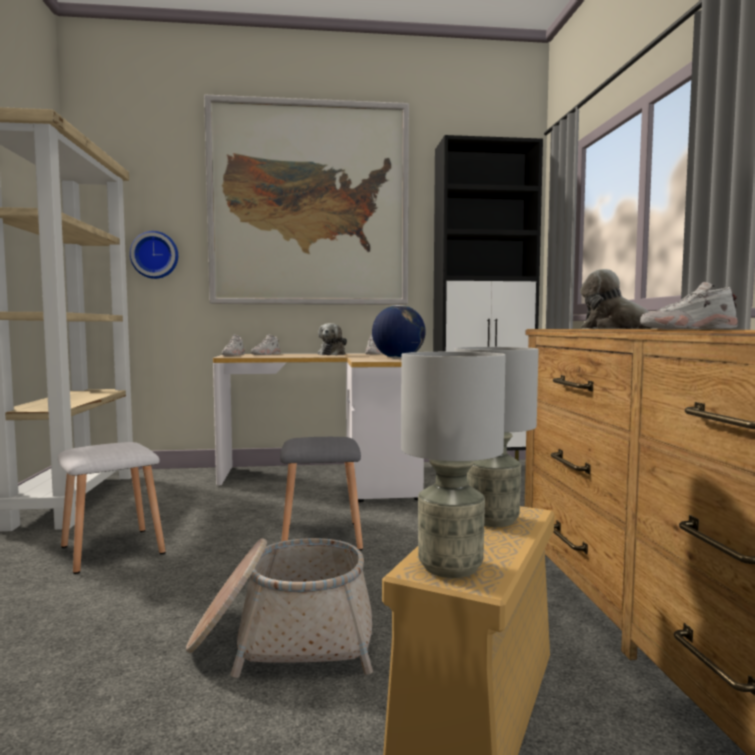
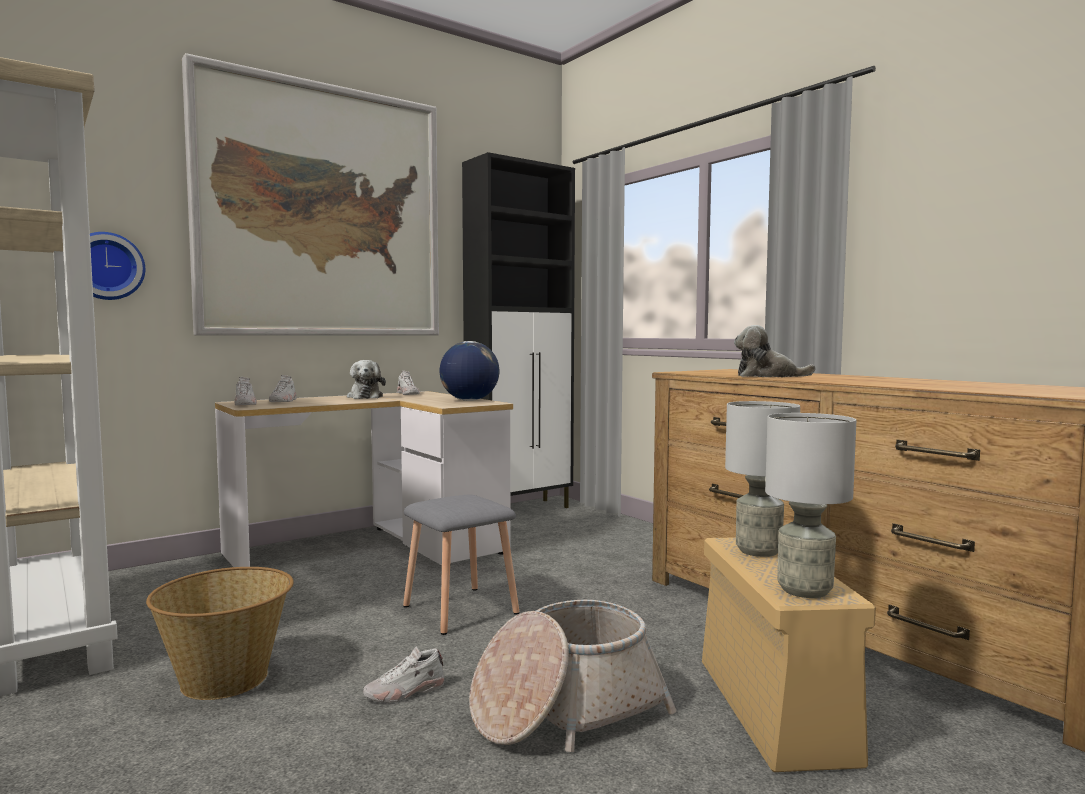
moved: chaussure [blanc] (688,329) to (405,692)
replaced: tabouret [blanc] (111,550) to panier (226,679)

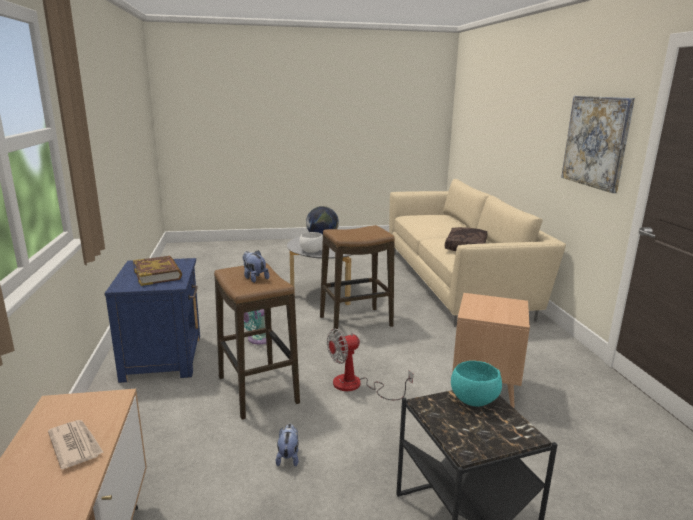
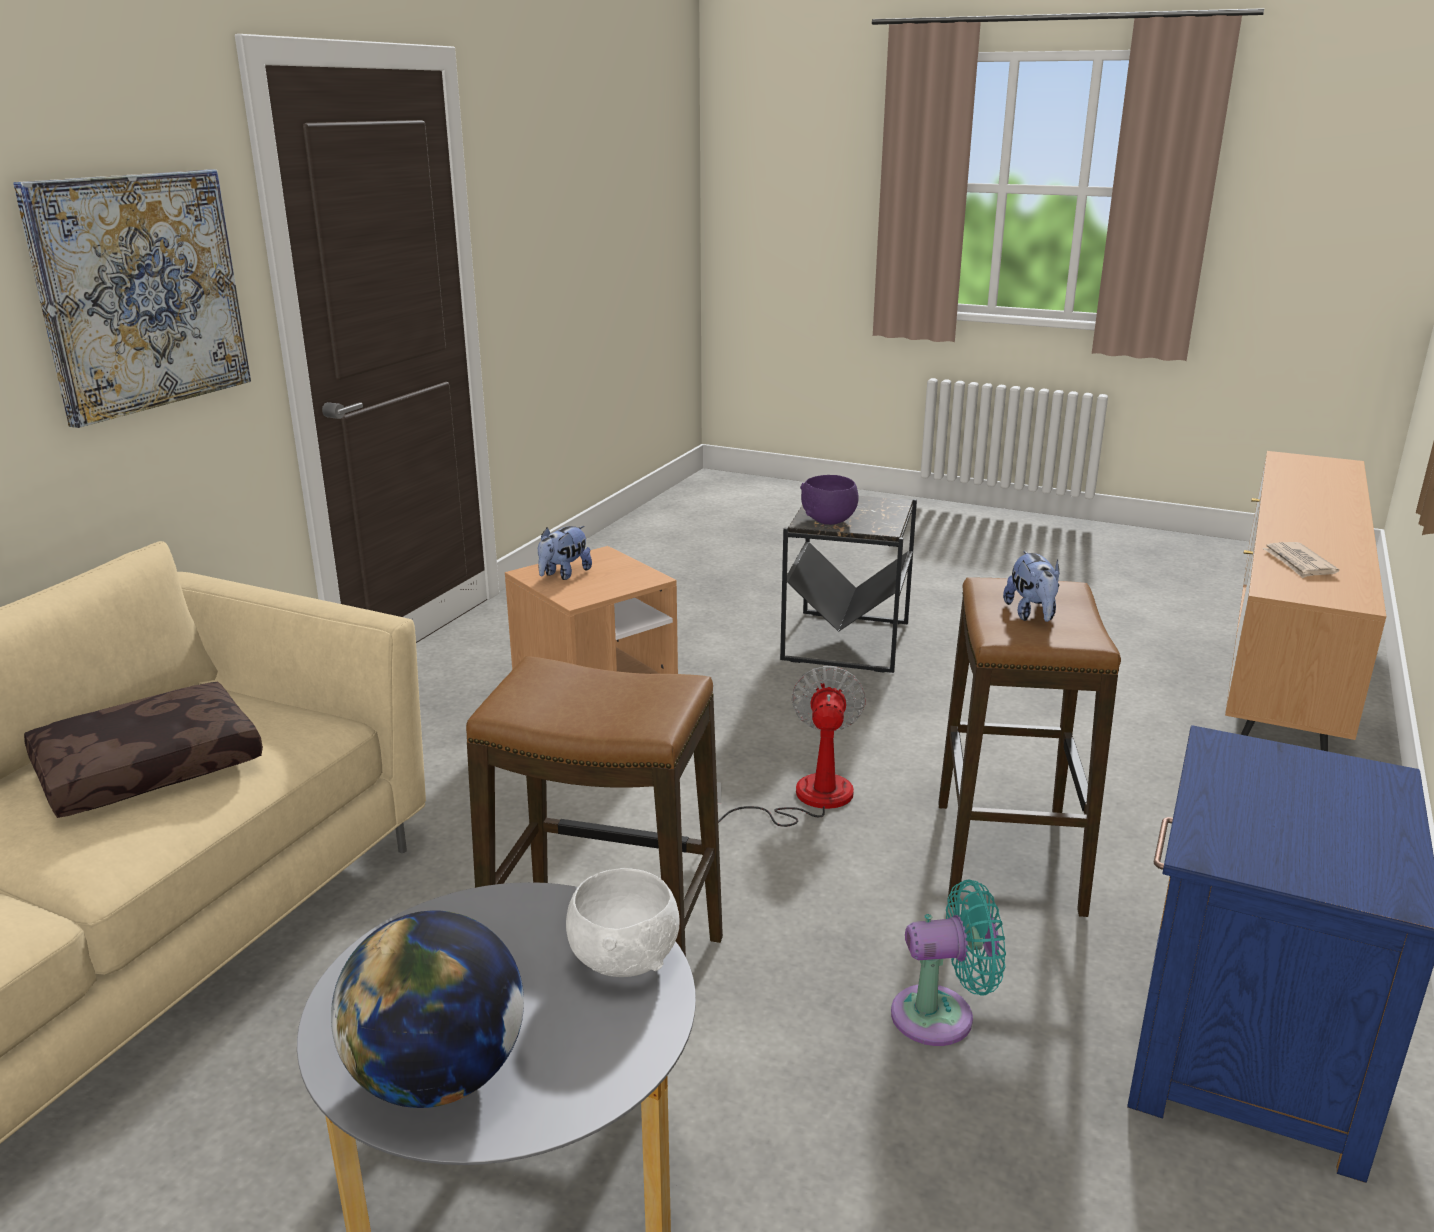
removed: livre (158,274)
moved: peluche (288,457) to (564,574)
recoloured: bol [turquoise] (473,400) to bol [violet] (829,520)
turned: ventilateur (356,386) = (805,799) 90 degrees counterclockwise

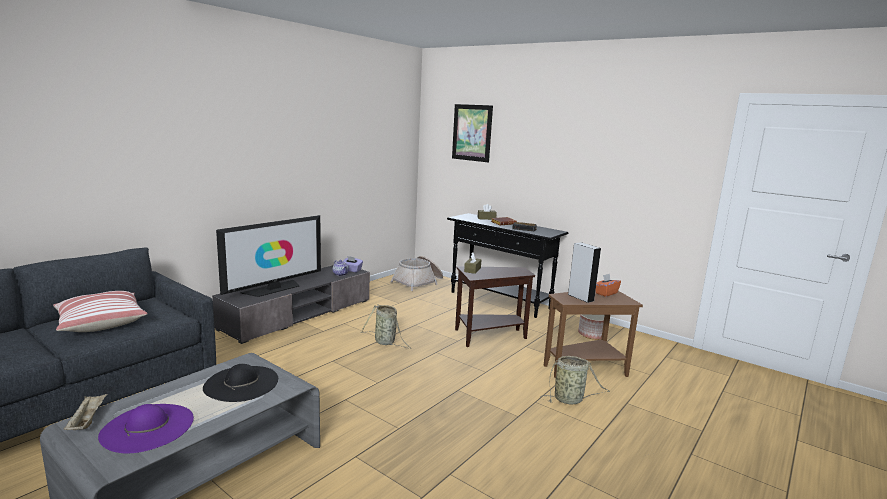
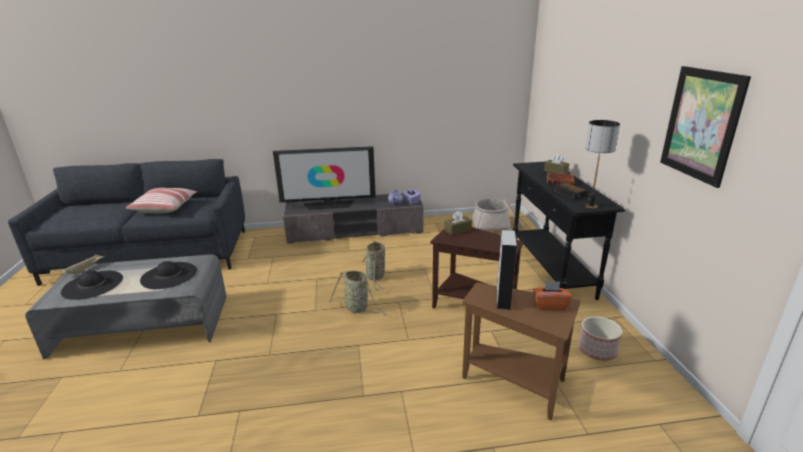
added: lampe de table (590,206)
moved: tableau (472,132) to (701,124); panier (570,399) to (358,309)
recoloured: chapeau [violet] (147,427) to chapeau [noir] (93,285)

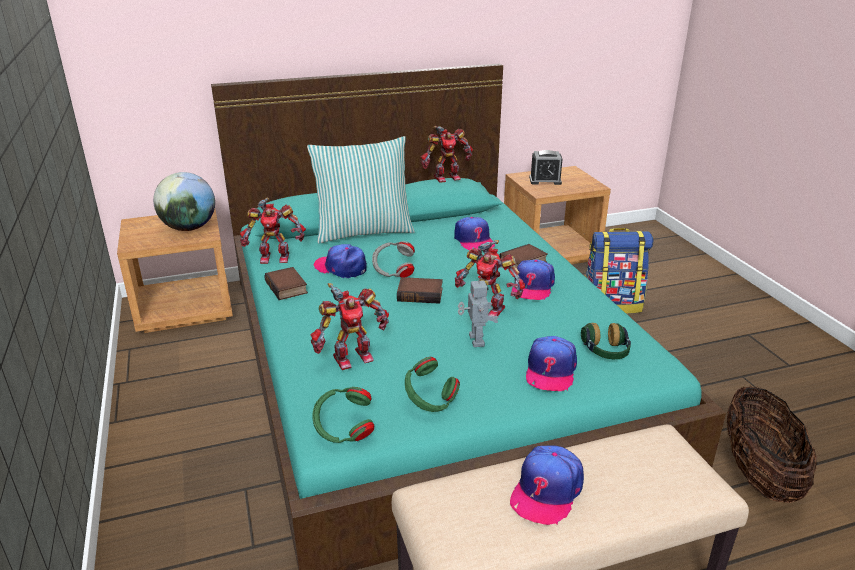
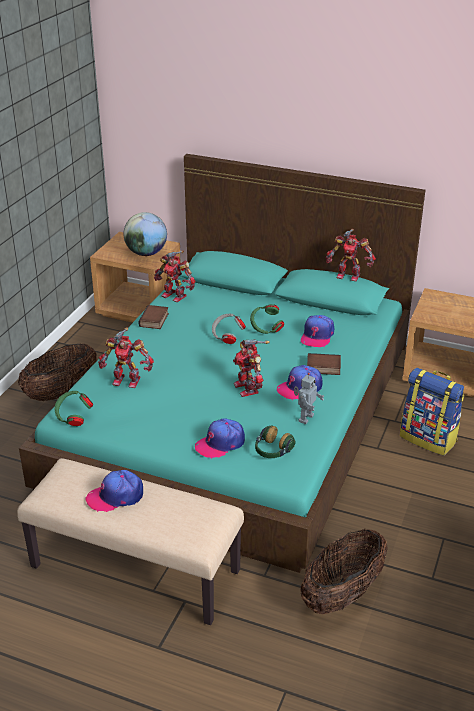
removed: coussin (363,231); casquette (341,267); livre (421,294); réveil (545,180)
added: panier (61,392)
moved: casque audio [vert] (430,402) to (266,329); robot jouet (475,340) to (305,418)

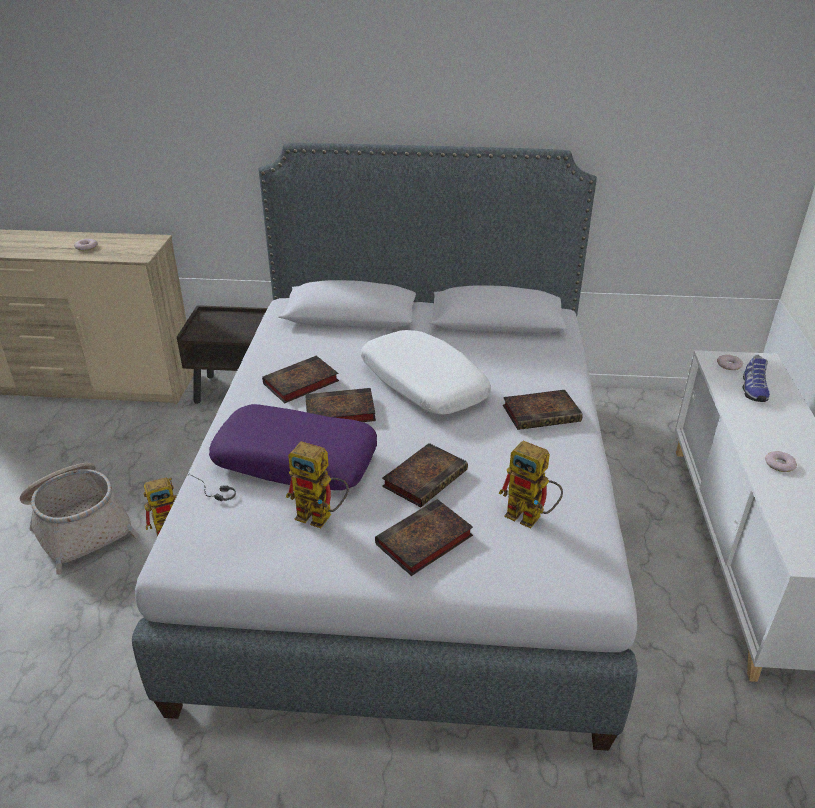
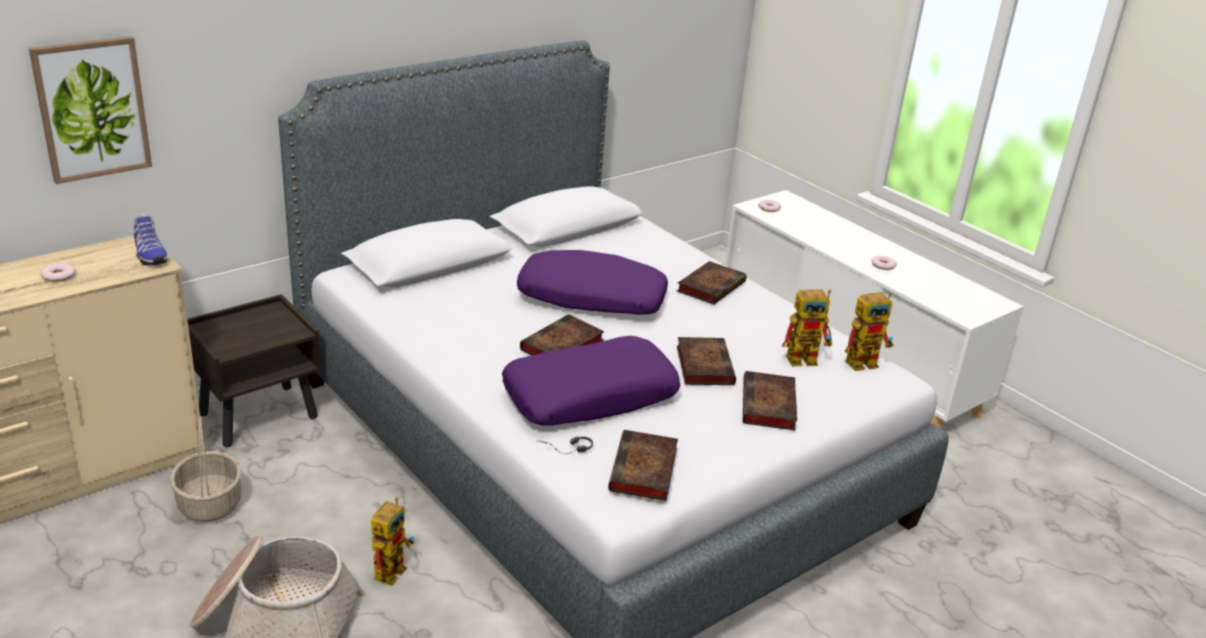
added: tableau (92,109); panier (209,503)
moved: livre (300,384) to (644,471); robot jouet (321,517) to (866,361); chaussure (752,389) to (149,255)
recoloured: coussin [blanc] (422,384) to coussin [violet] (591,299)

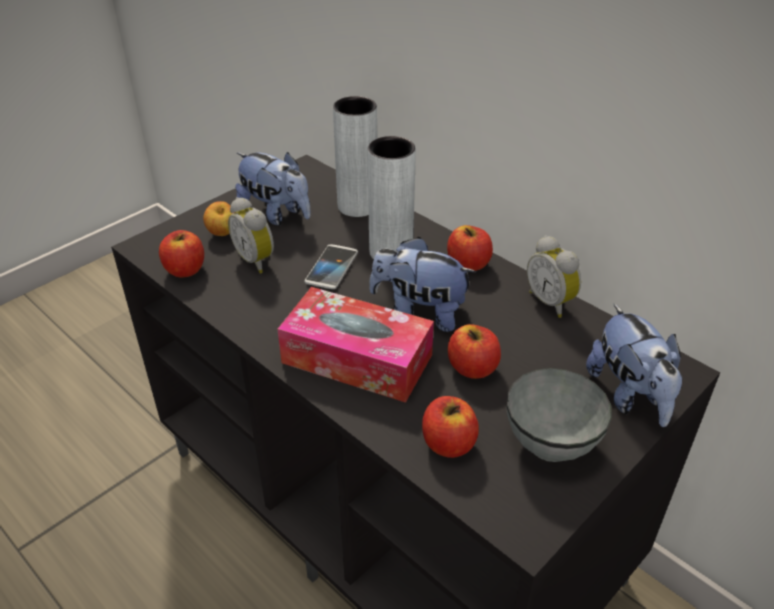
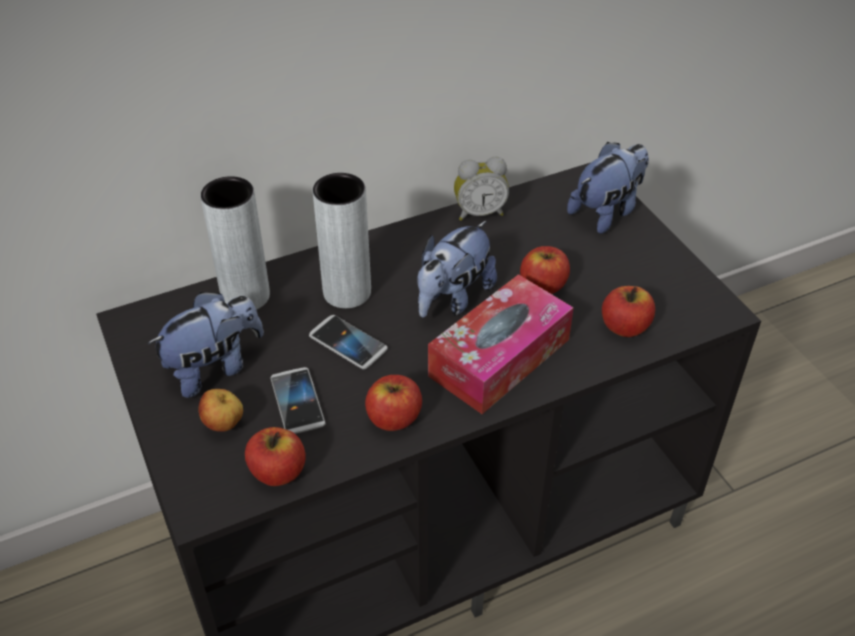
removed: bol [gris] (549,443)
moved: pomme (468,264) to (394,418)
replaced: réveil (257,260) to téléphone (297,402)
turned: peluche (629,395) = (607,211) 45 degrees counterclockwise

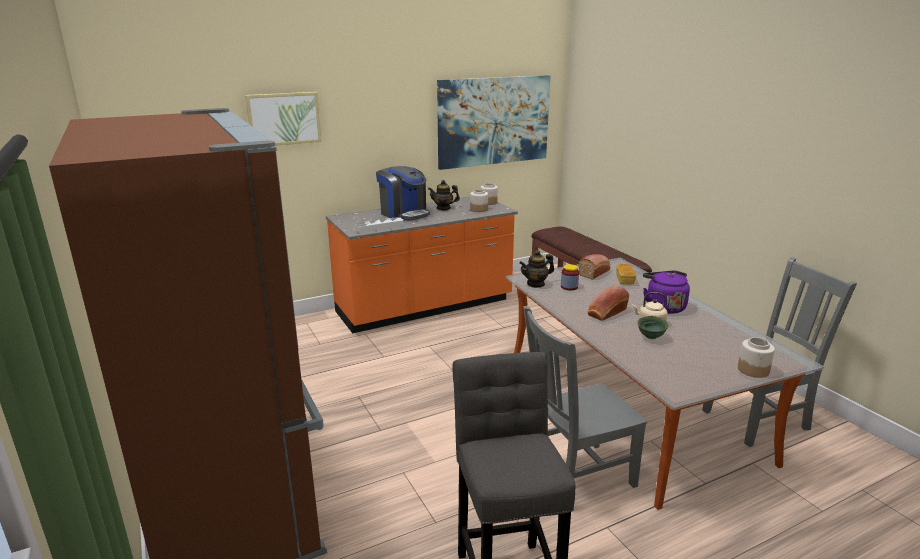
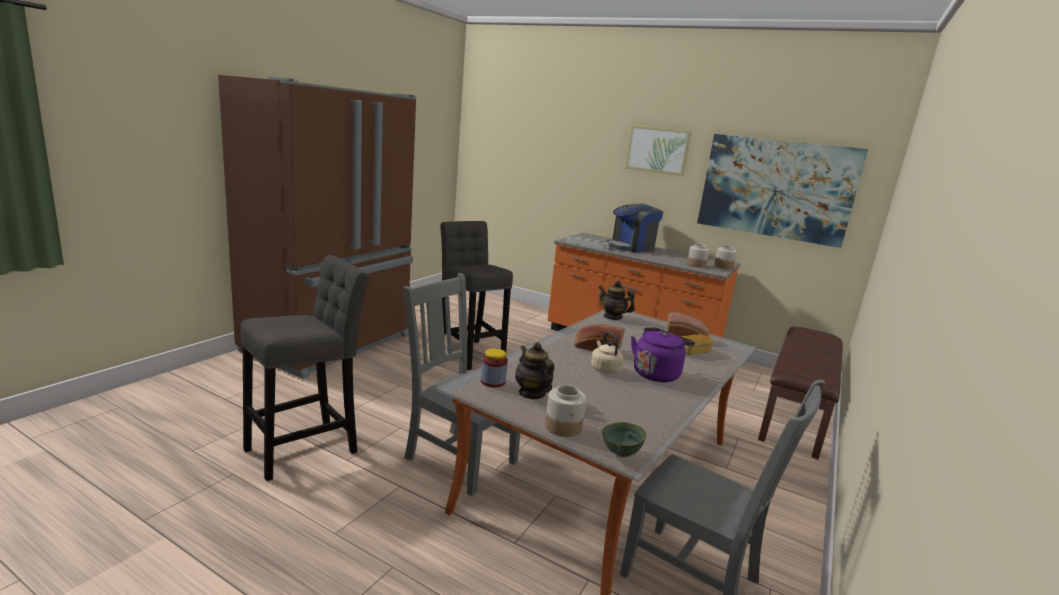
added: tabouret [gris] (469,353)
moved: tableau (284,119) to (657,150); théière (443,208) to (532,393); bocal (569,287) to (493,381); bol [vert] (651,337) to (621,454)
turned: machine à café (404,214) = (631,247) 45 degrees clockwise

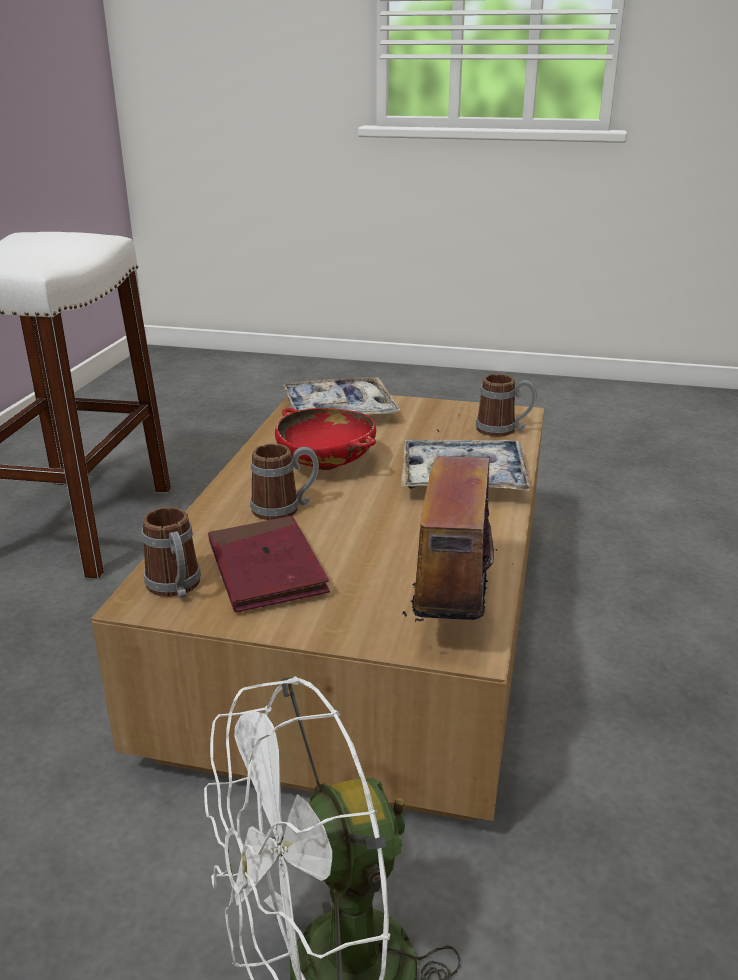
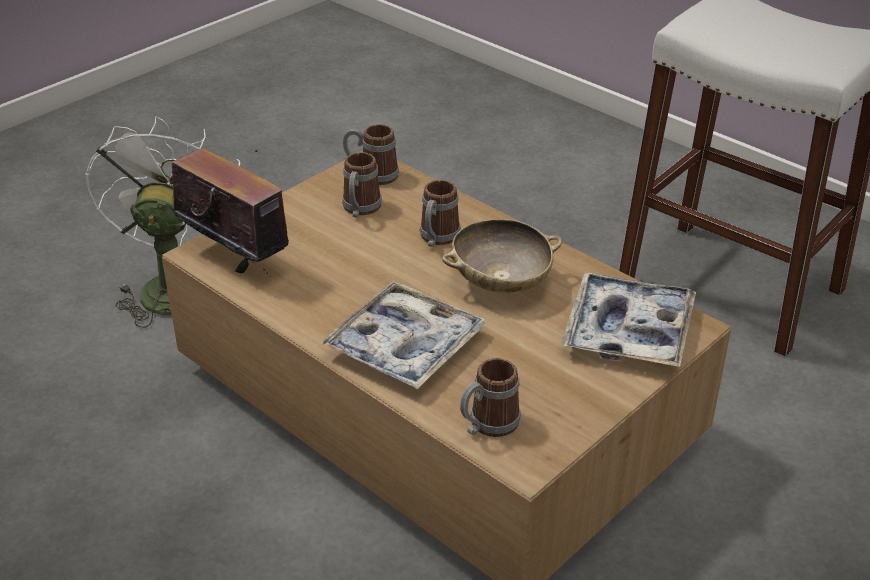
replaced: livre [rouge] (266,569) to mug (360,210)
recoloured: bol [rouge] (326,464) to bol [beige] (501,282)

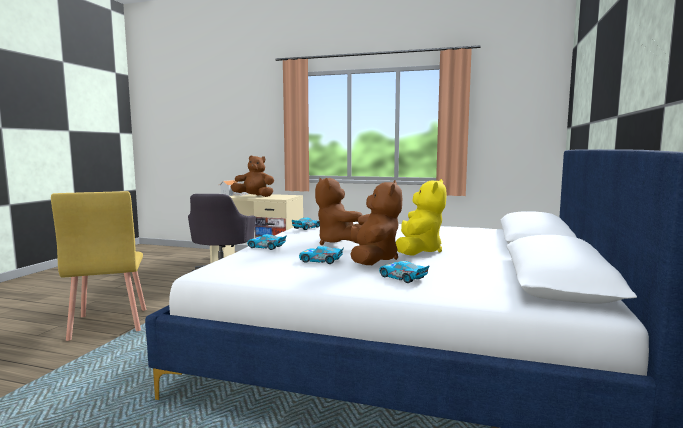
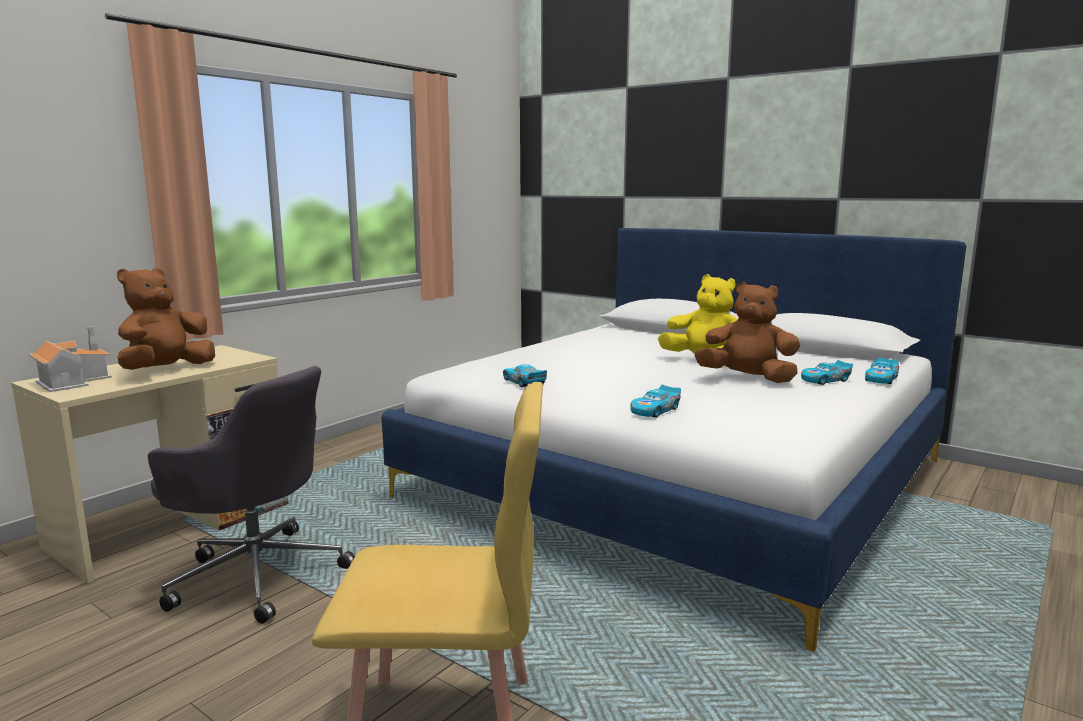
removed: peluche [marron] (338,243)
moved: petite voiture (321,261) to (881,379)

